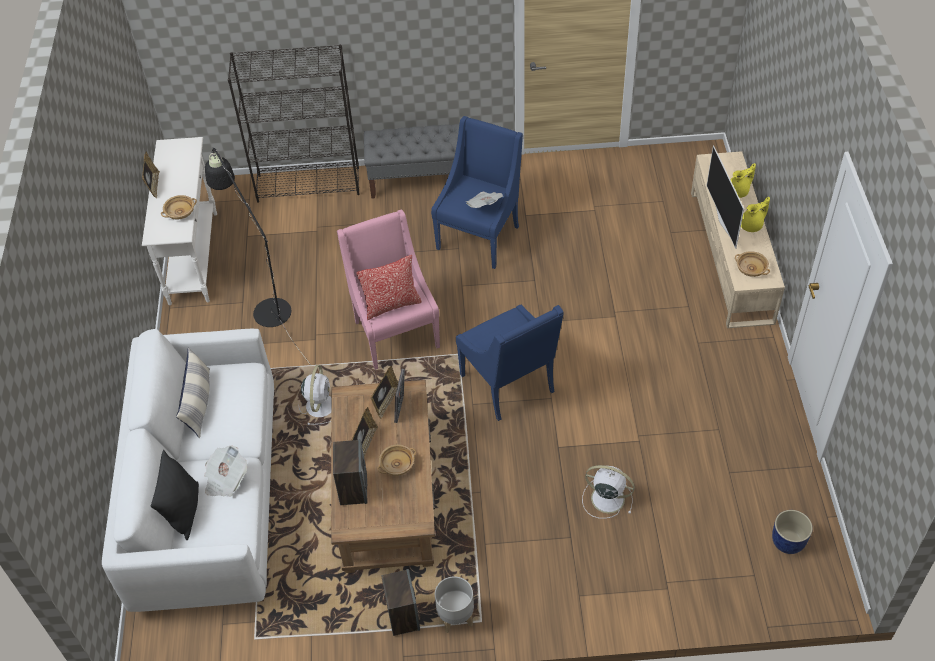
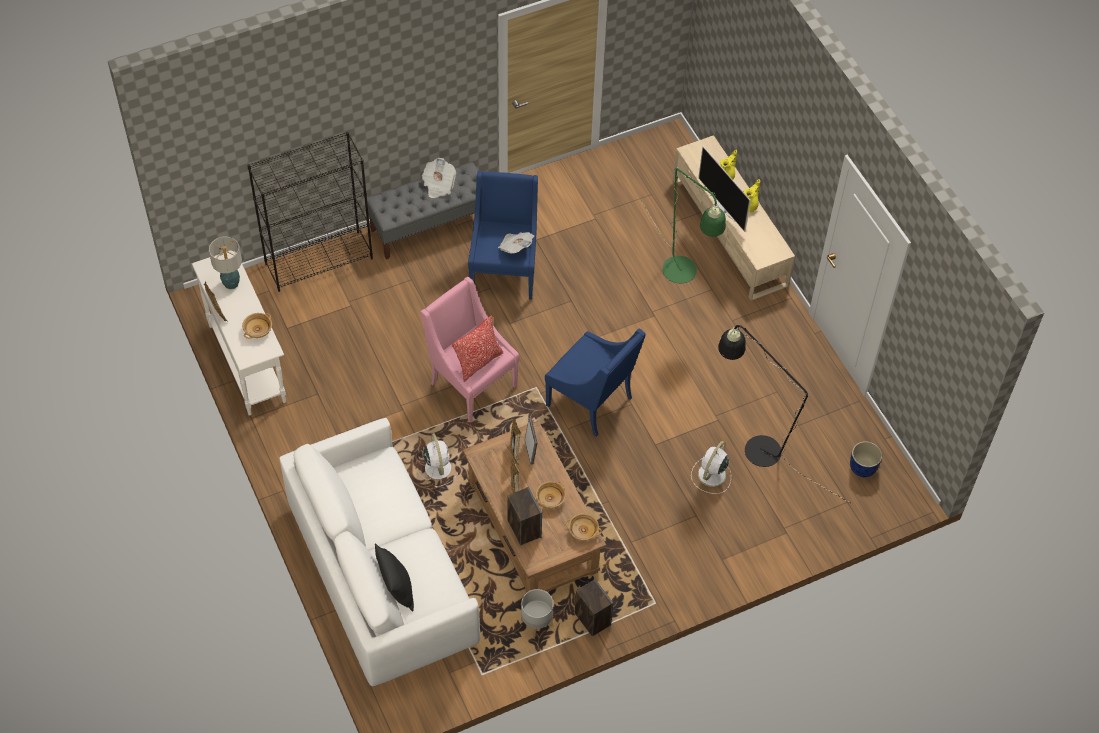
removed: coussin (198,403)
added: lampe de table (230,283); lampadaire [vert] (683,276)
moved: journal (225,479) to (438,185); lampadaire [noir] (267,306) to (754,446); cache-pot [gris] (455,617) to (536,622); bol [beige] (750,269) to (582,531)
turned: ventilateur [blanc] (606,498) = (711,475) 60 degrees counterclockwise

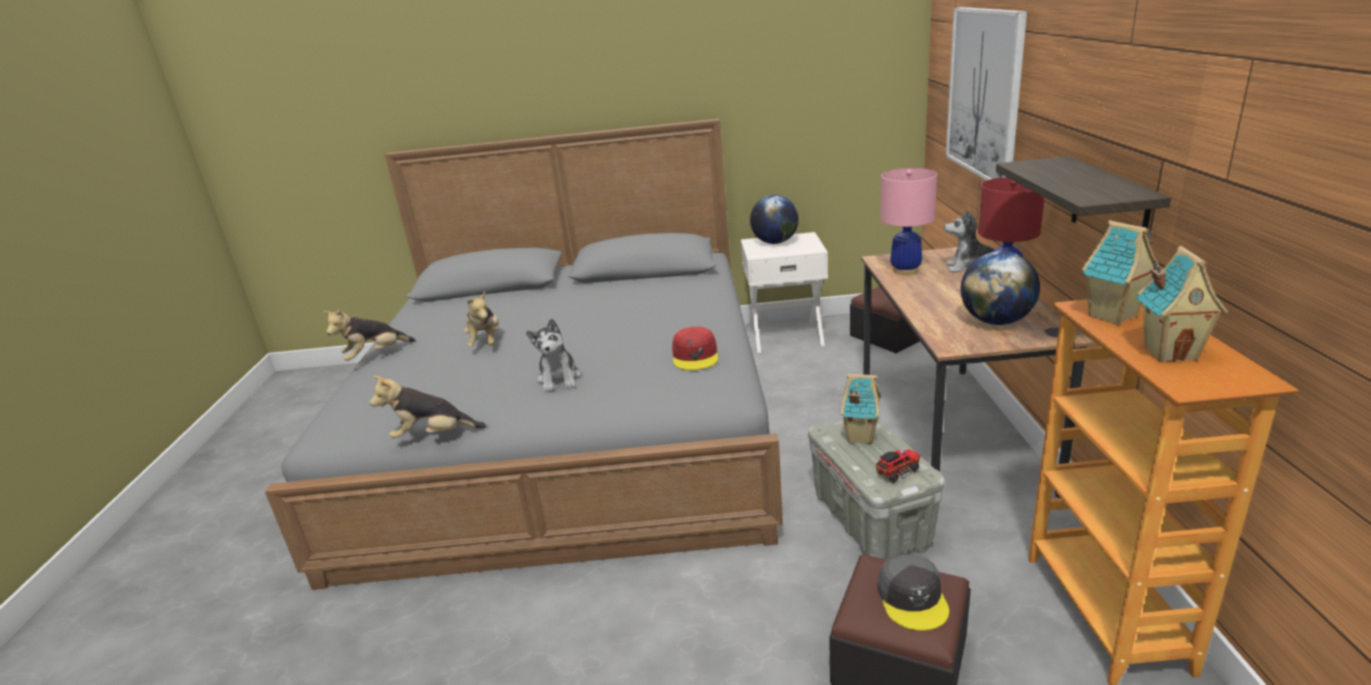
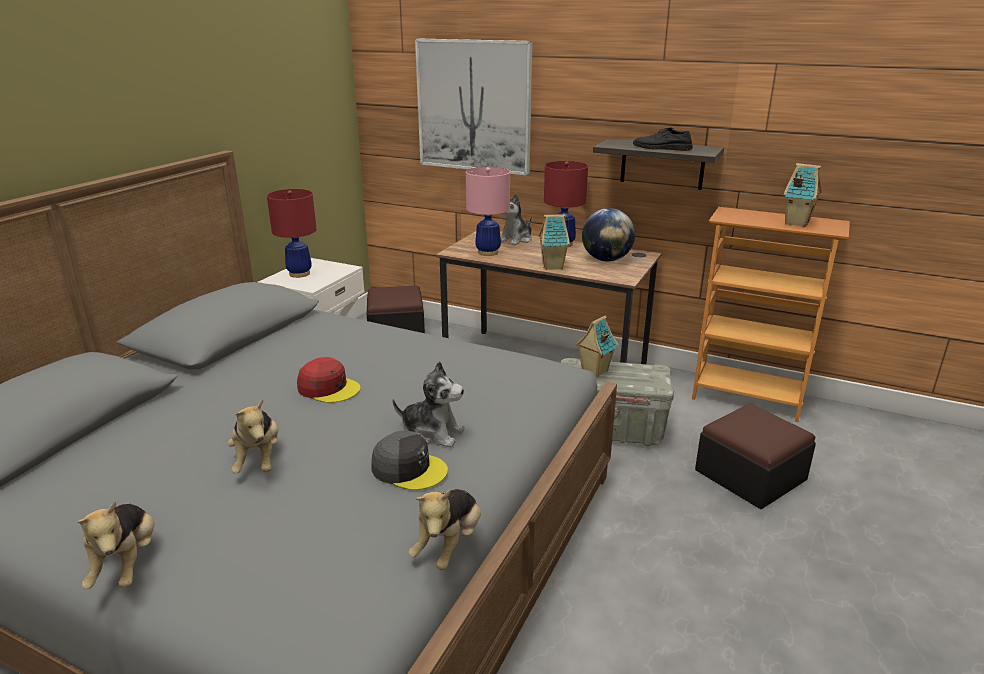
removed: camion jouet (898,471)
added: chaussure [noir] (661,148)
moved: casquette [rouge] (695,356) to (328,388); casquette [gris] (912,598) to (409,469); maison miniature (1113,317) to (553,266)
replaced: globe (775,242) to lampe de table [rouge] (299,274)
turned: peluche (486,342) = (258,460) 60 degrees clockwise

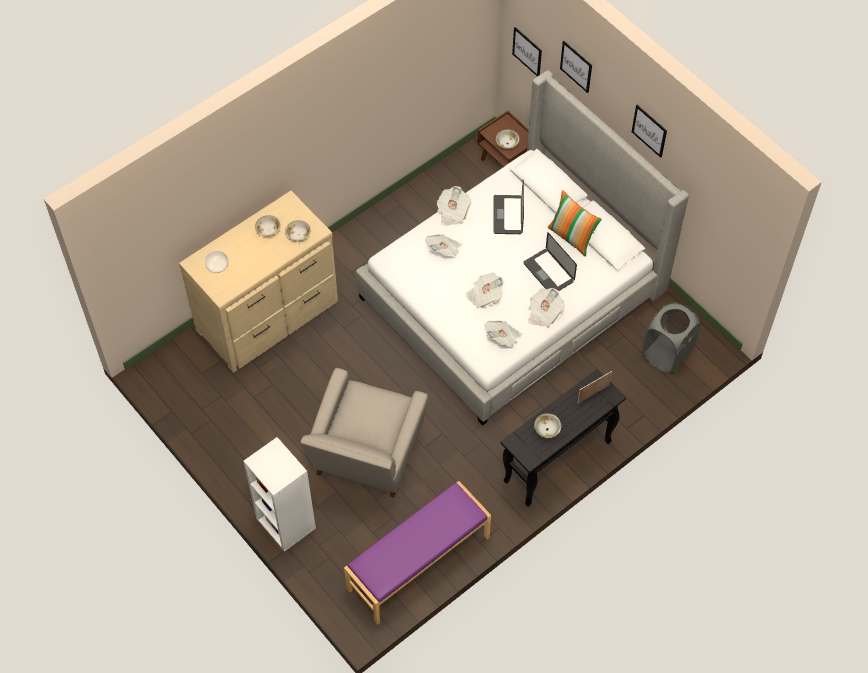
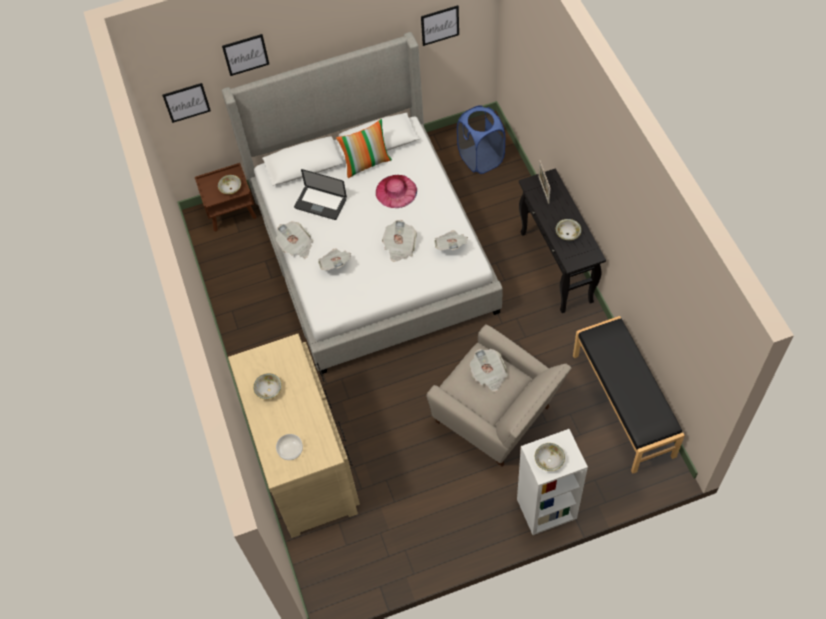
moved: bol (298,235) to (549,460); journal (543,313) to (489,375); tableau (649,130) to (440,25)
replaced: ordinateur portable (548,272) to chapeau [rose] (396,191)
recoloured: banc [violet] (419,563) to banc [noir] (623,404); panier à linge [gris] (666,354) to panier à linge [bleu] (480,158)

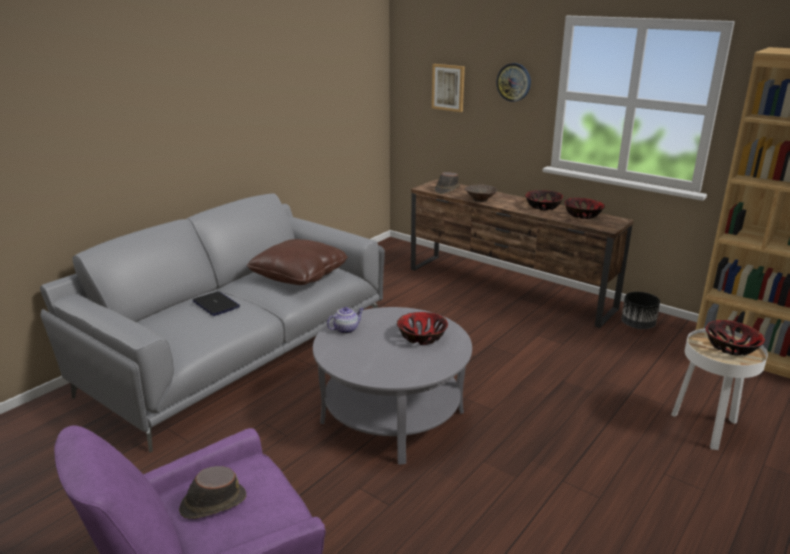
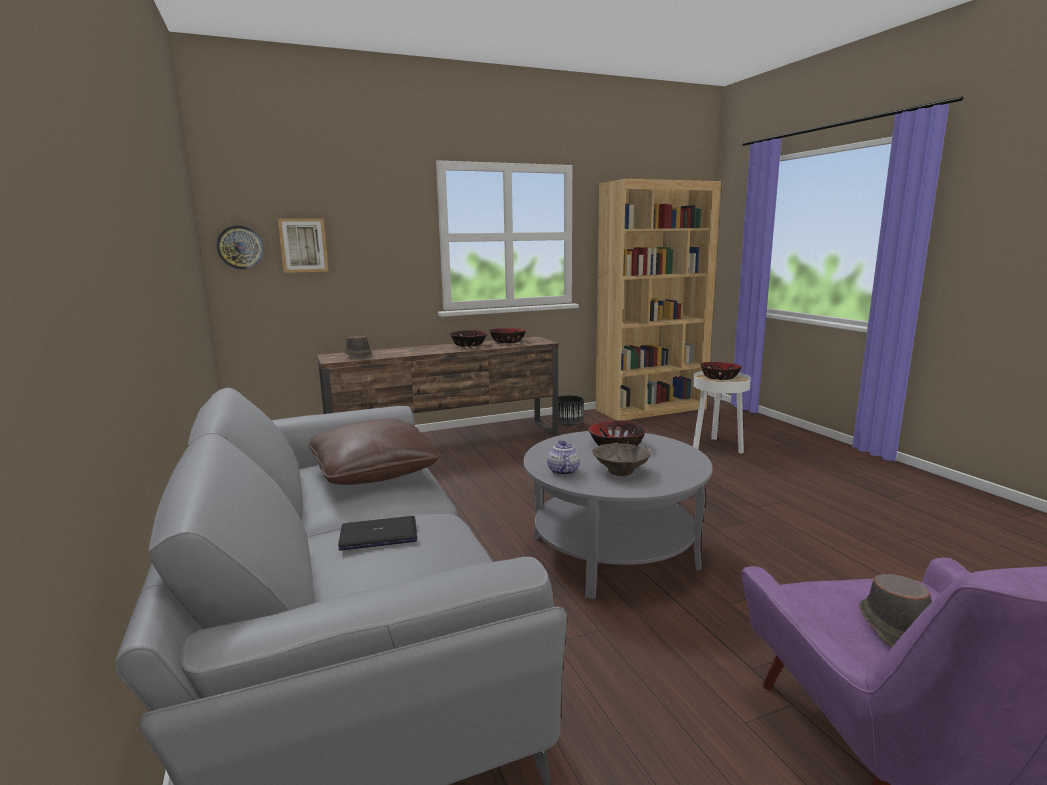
moved: bol [marron] (480,200) to (621,471); horloge murale (513,82) to (240,247)

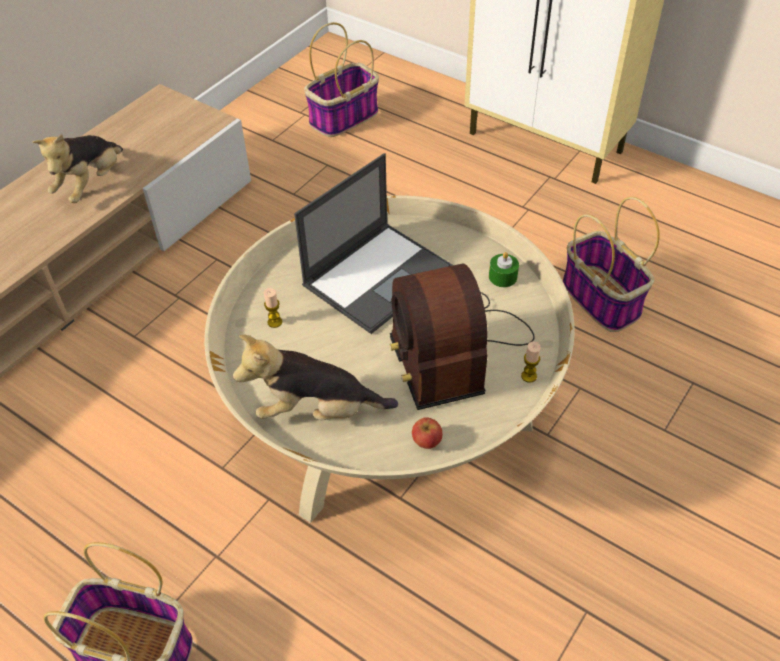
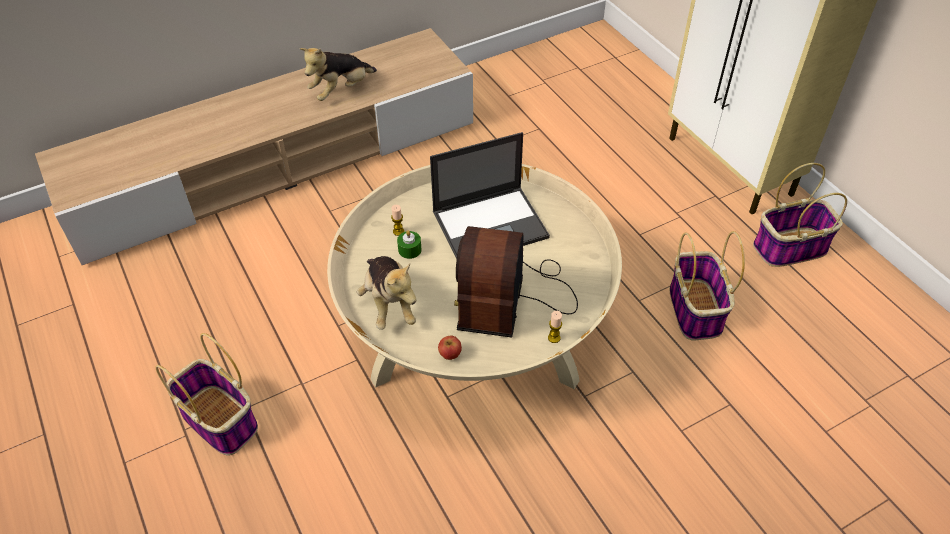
moved: panier (343,118) to (789,248); bougie [vert] (502,277) to (409,250)
turned: peluche (317,411) = (389,304) 135 degrees counterclockwise

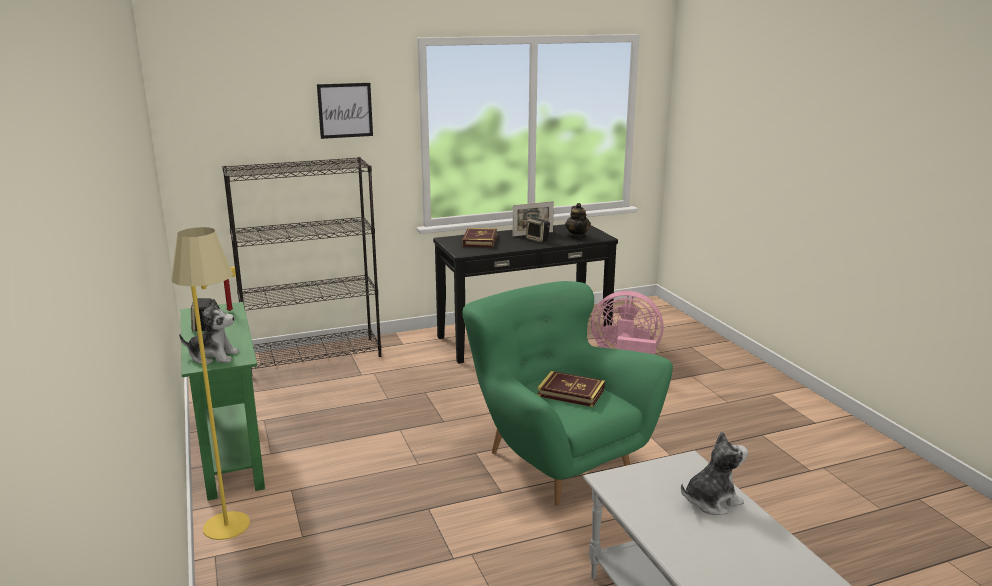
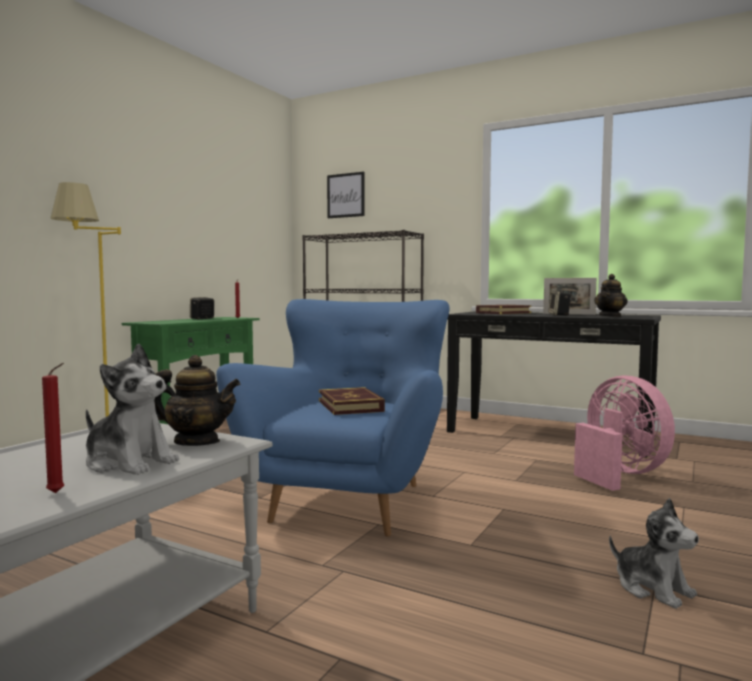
added: bougie [rouge] (58,493); théière (197,442)
moved: peluche (213,356) to (653,588); tableau (345,110) to (346,195)
recoloured: fauteuil [vert] (556,461) to fauteuil [bleu] (351,500)

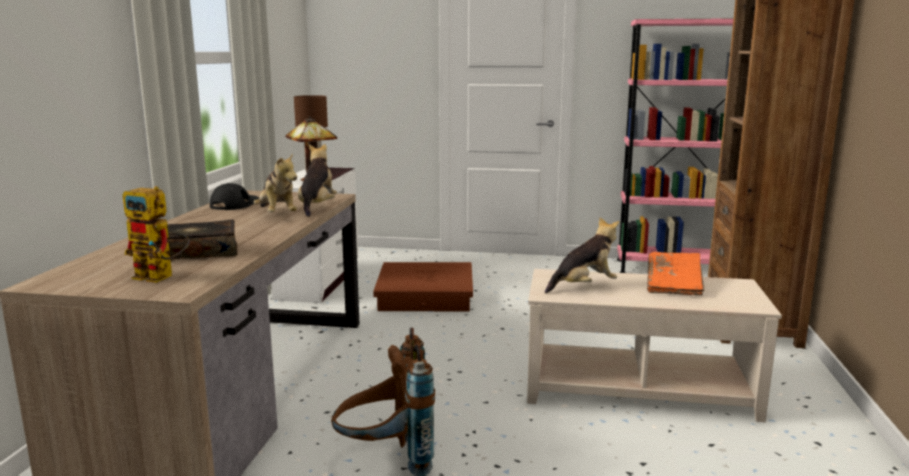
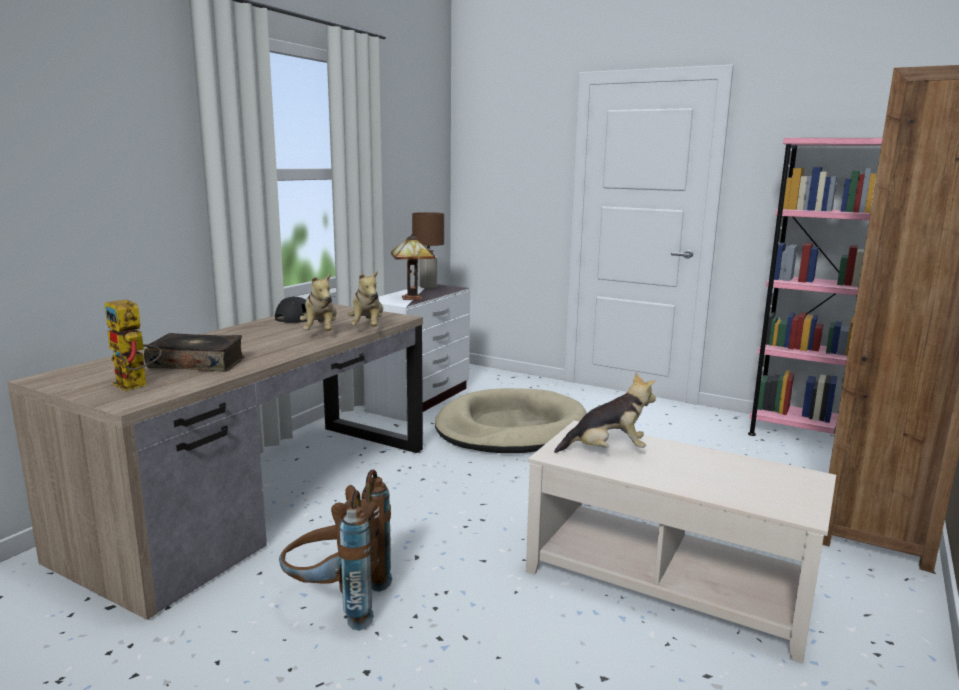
removed: livre [orange] (673,285)
replaced: boîte de rangement [marron] (425,295) to panier pour chien [beige] (510,428)
turned: peluche (317,207) = (367,328) 150 degrees clockwise

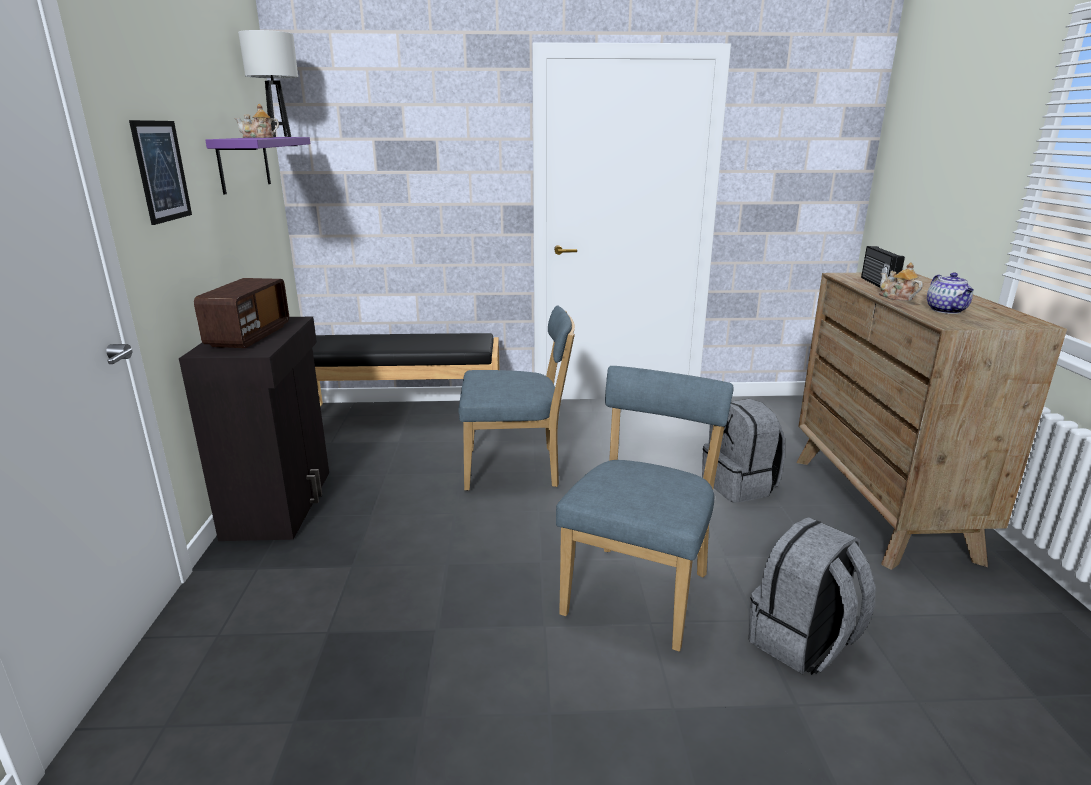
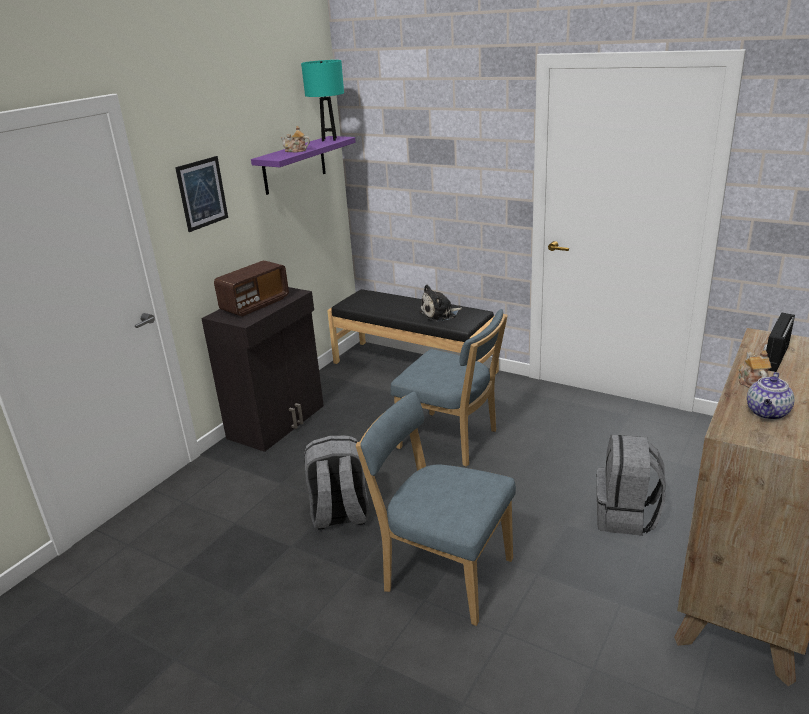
added: peluche (440,314)
moved: sac à dos [gris] (802,643) to (339,515)
recoloured: lampe de table [blanc] (280,136) to lampe de table [turquoise] (329,139)
turned: chaise [bleu] (640,590) = (443,573) 120 degrees counterclockwise

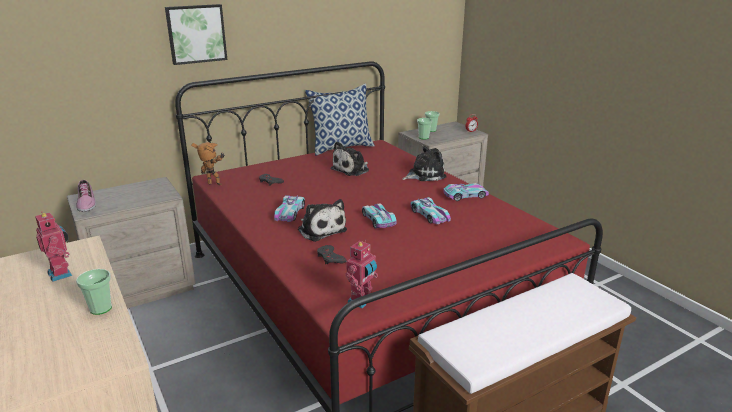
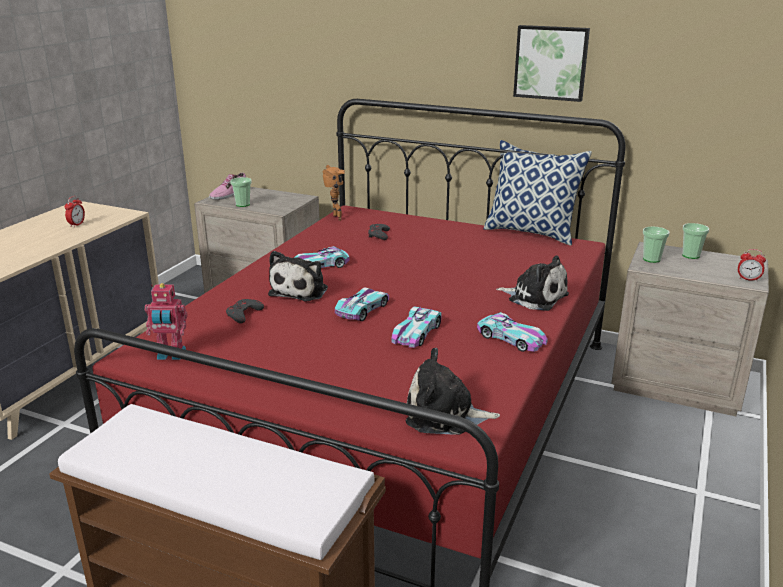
moved: tasse (100,308) to (243,204); tableau (196,34) to (551,62); peluche (352,169) to (445,415)
replaced: robot jouet (62,273) to réveil (77,224)

